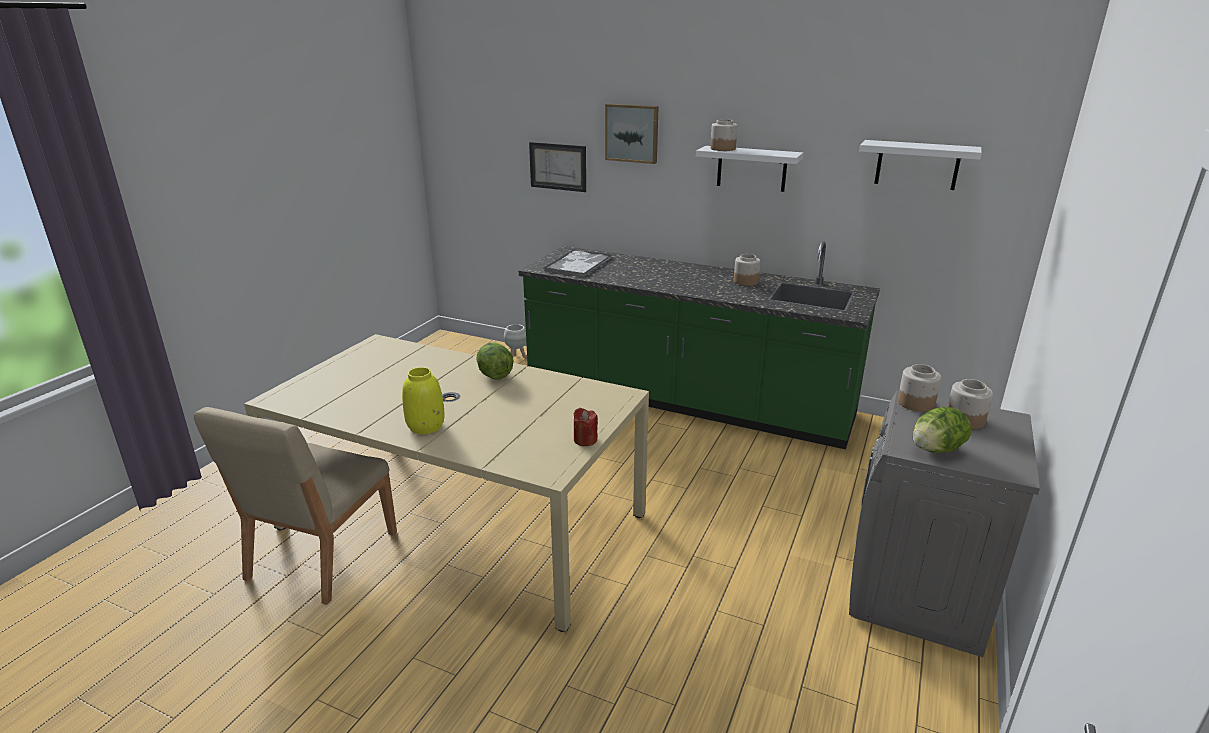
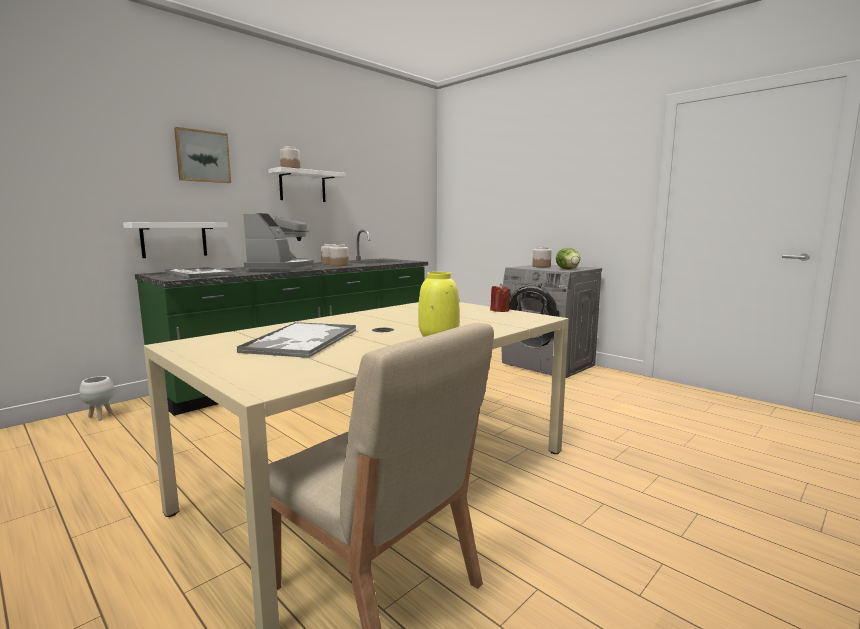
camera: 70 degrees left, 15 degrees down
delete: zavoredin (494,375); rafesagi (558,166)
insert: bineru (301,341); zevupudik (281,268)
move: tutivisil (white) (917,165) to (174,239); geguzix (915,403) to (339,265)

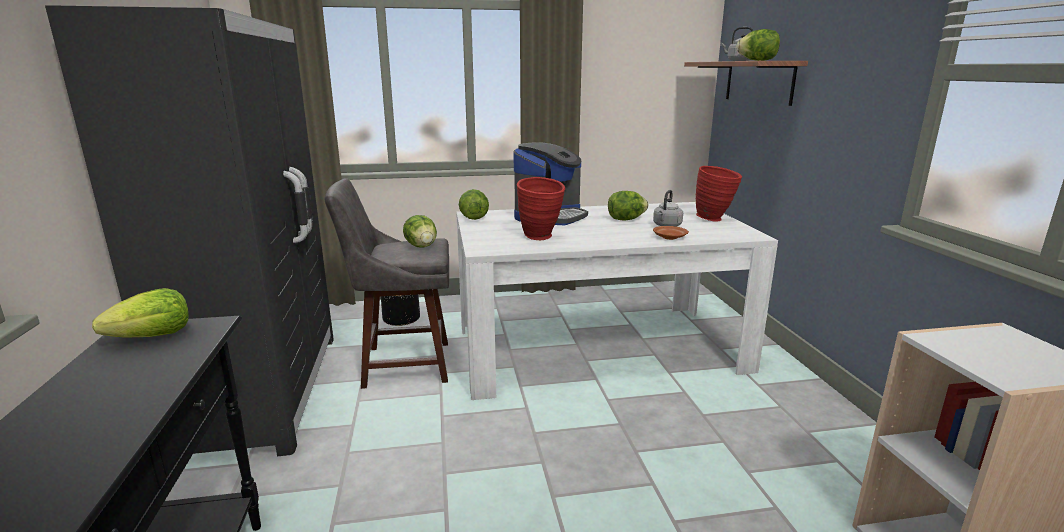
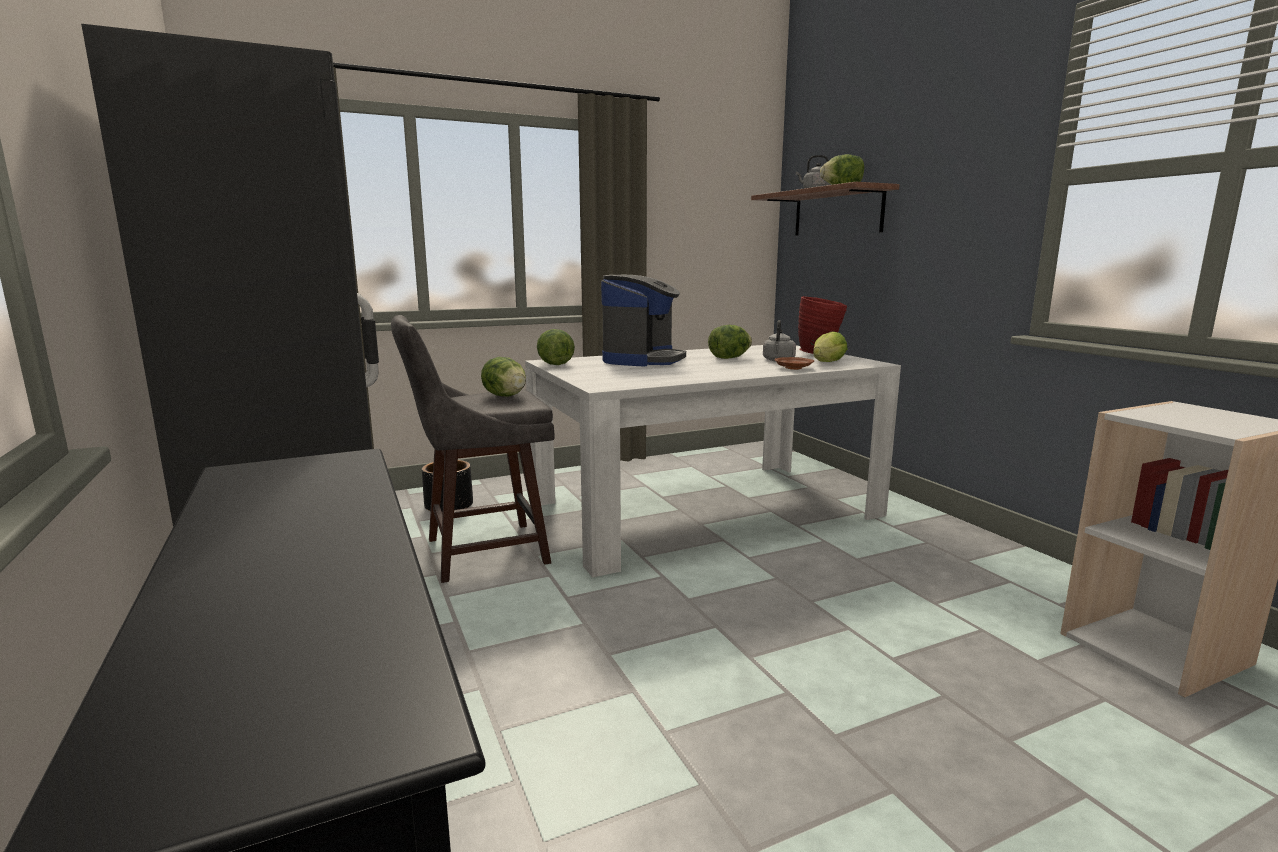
camera: 15 degrees left, 5 degrees down
delete: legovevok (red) (541,238)
move: zavoredin (153,337) to (827,362)

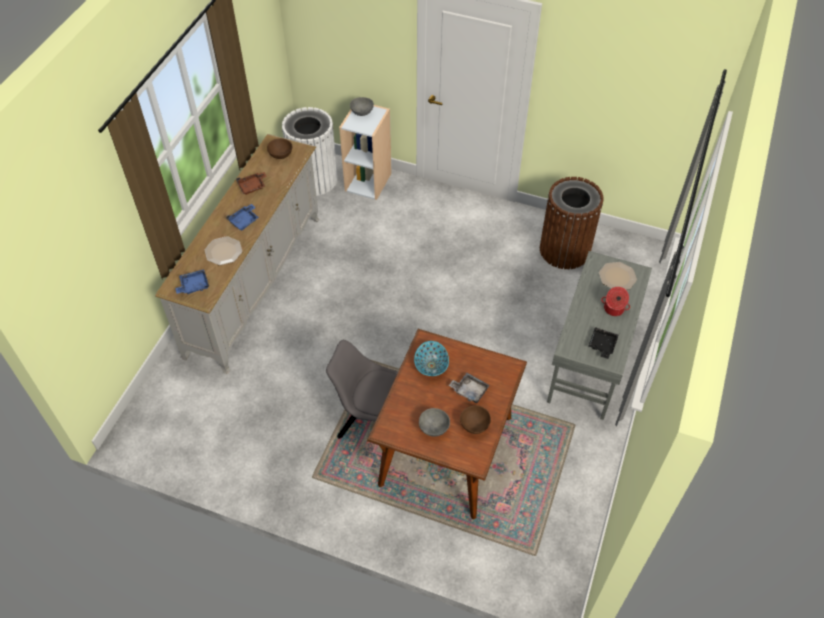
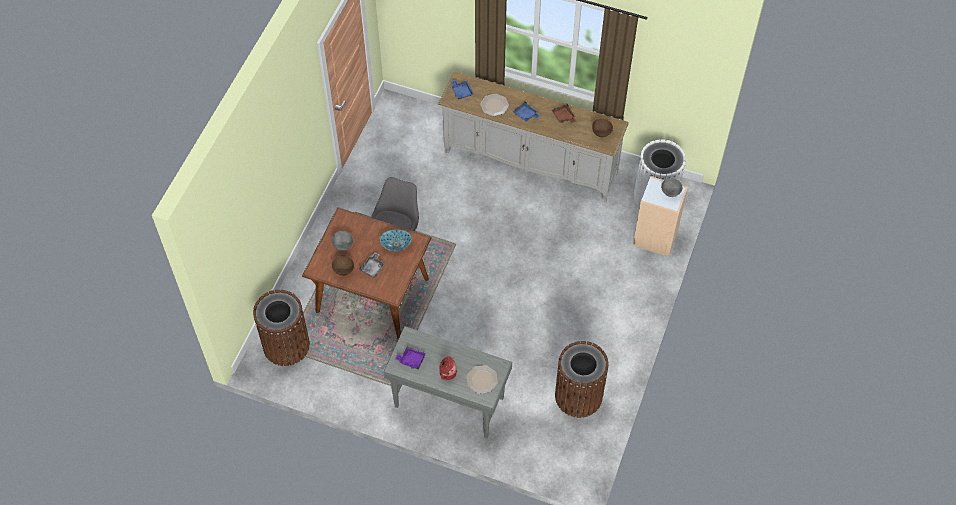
camera: 90 degrees right, 5 degrees up
insert: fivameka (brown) (286,345)
recolor: bineru (black) (602,345) to bineru (purple) (411,360)

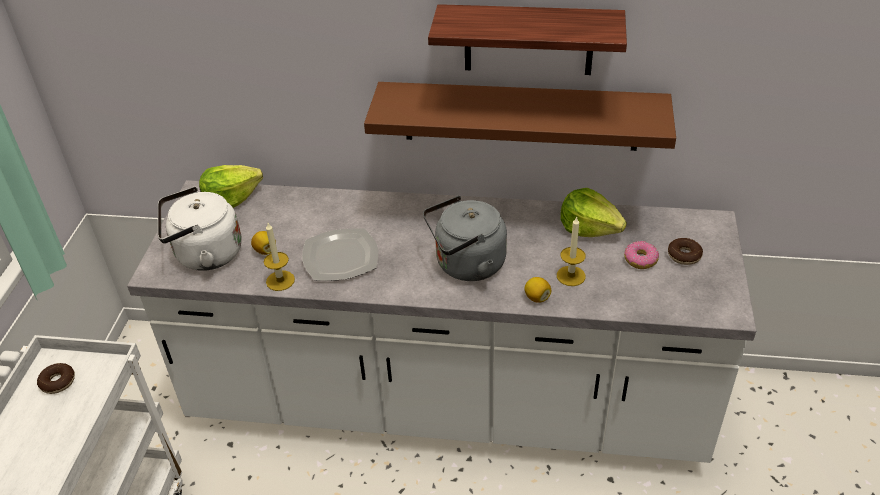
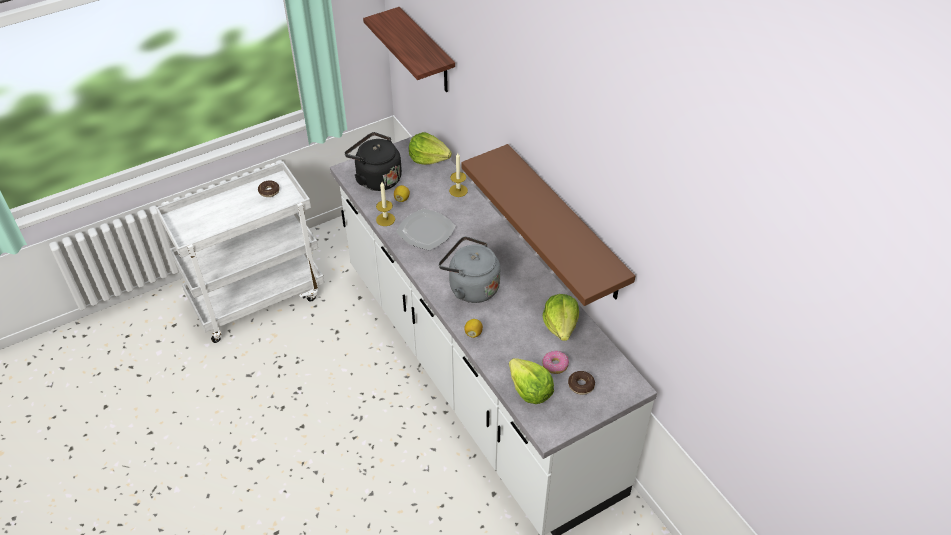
camera: 50 degrees right, 5 degrees up
insert: zavoredin (530,390)
move: tutivisil (528,40) to (427,52); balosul (571,276) to (458,190)
recolor: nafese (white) (204,255) to nafese (black) (376,178)

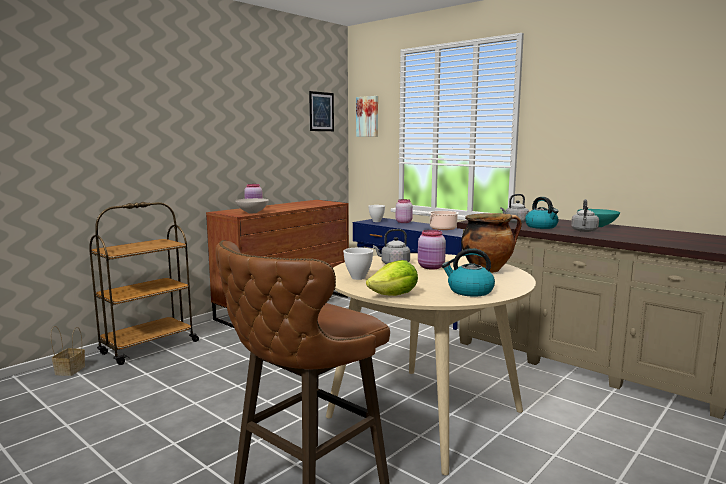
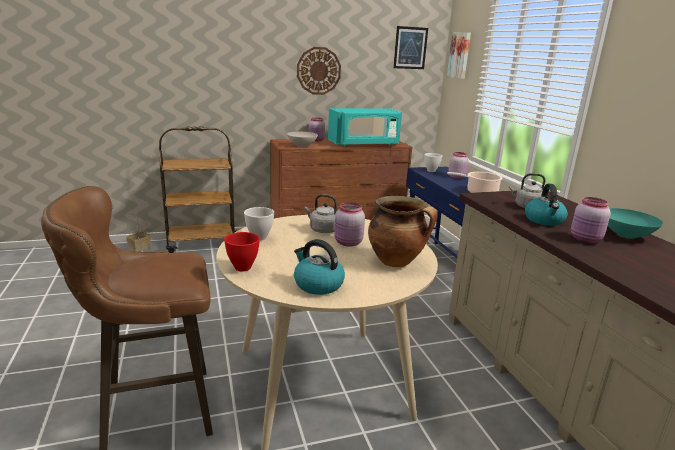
camera: 30 degrees right, 10 degrees up
insert: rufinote (318,71); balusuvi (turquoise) (364,144)
replace: zavoredin (394,295) to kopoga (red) (243,268); nafese (grey) (584,231) to geguzix (pink) (586,240)

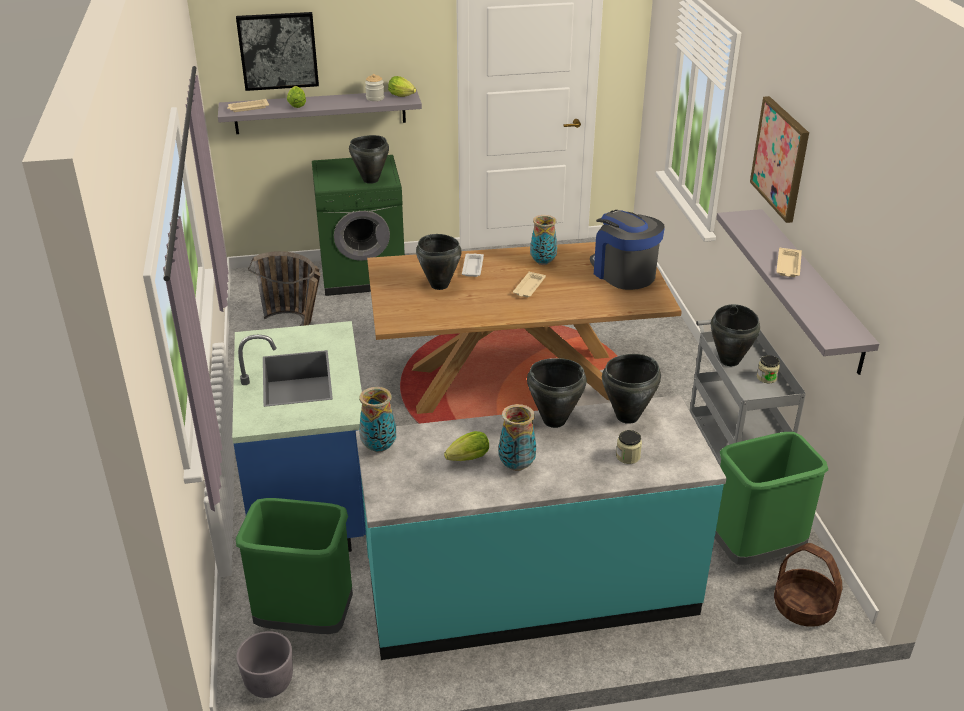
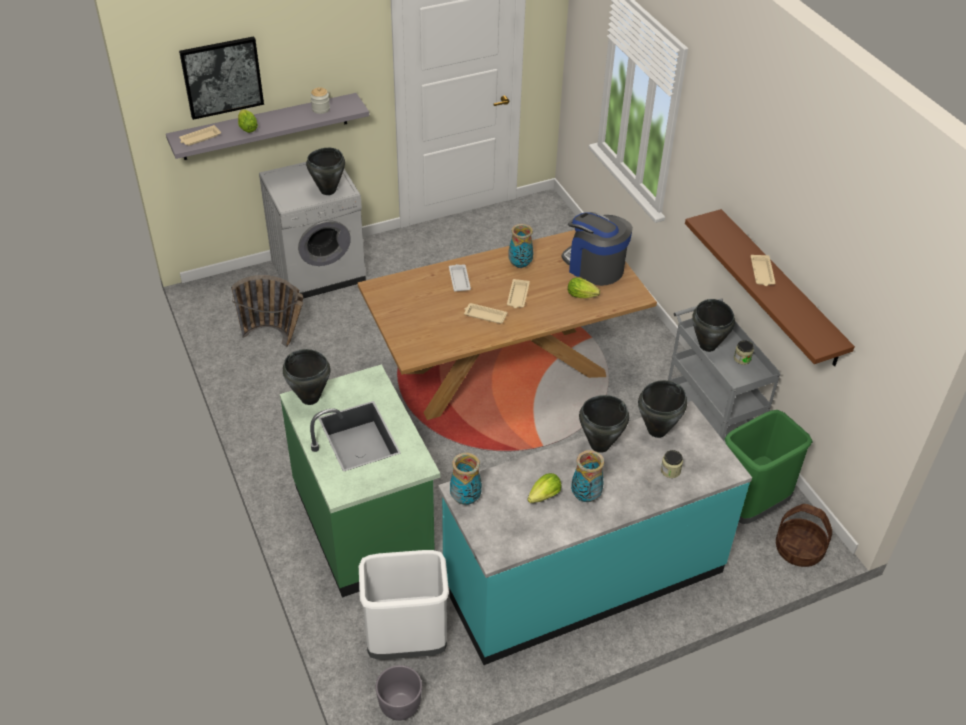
camera: 15 degrees left, 10 degrees up
delete: rafesagi (780,158)
insert: bineru (beige) (484,315)
move: zavoredin (403,96) to (583,296); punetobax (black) (439,285) to (310,398)
recolor: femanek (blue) (311,498) to femanek (green) (365,524); fivameka (green) (304,620) to fivameka (white) (406,642); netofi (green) (363,276) to netofi (white) (319,273); tutivisil (grey) (810,289) to tutivisil (brown) (779,288)

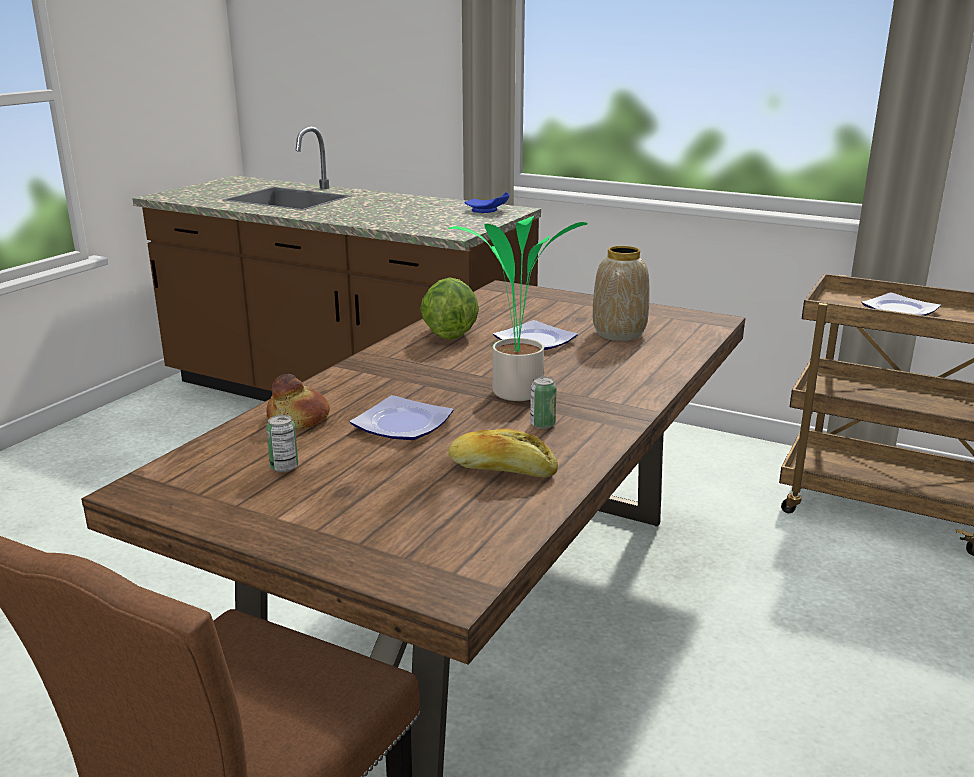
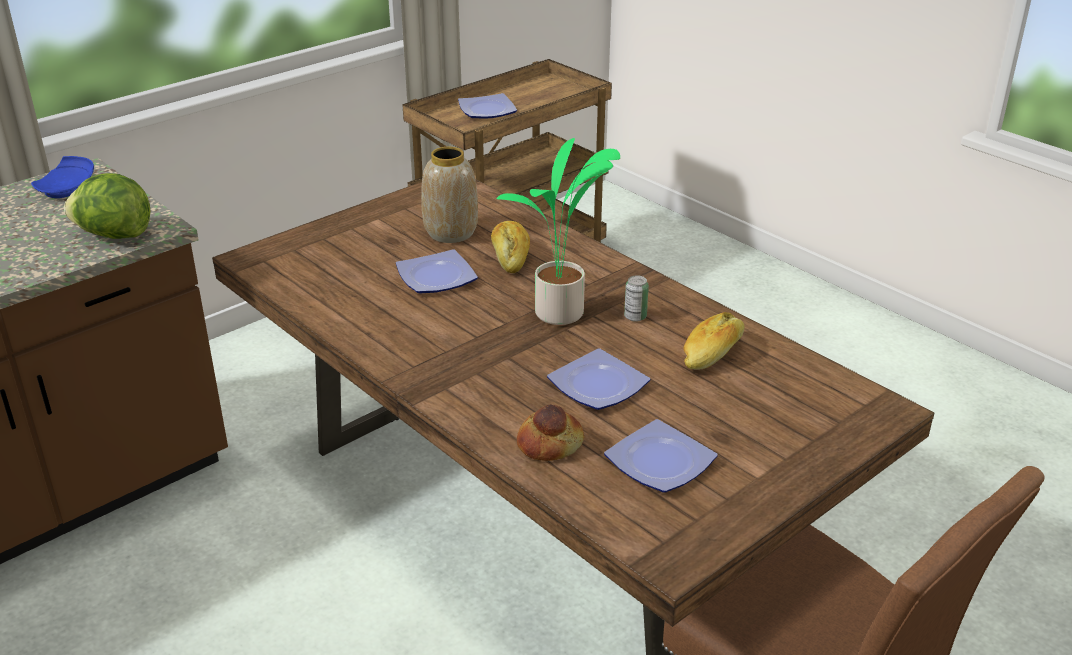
camera: 70 degrees left, 10 degrees up
insert: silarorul (510,256)
move: zavoredin (449,334) to (114,235)
replace: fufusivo (284,467) to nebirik (660,464)

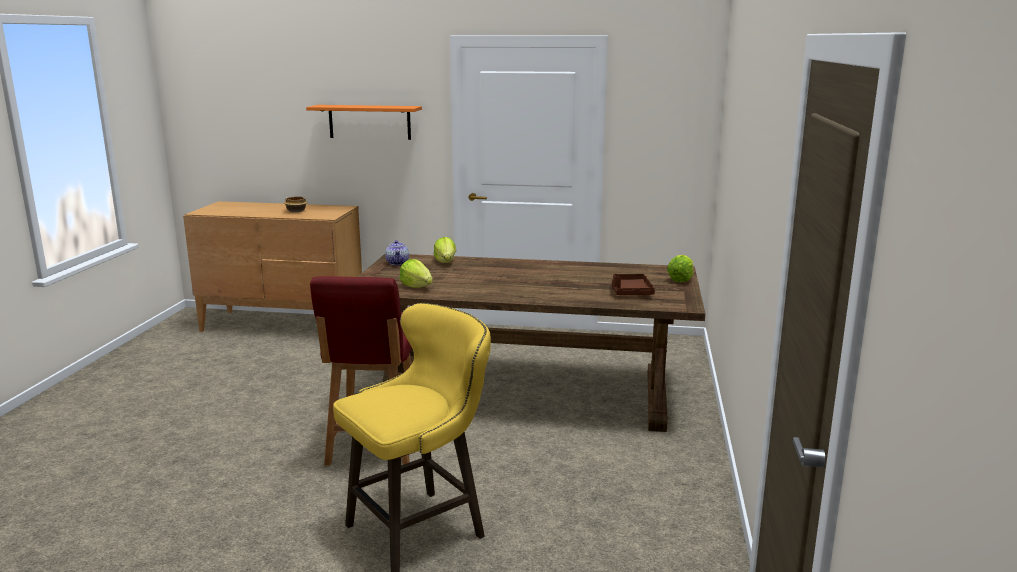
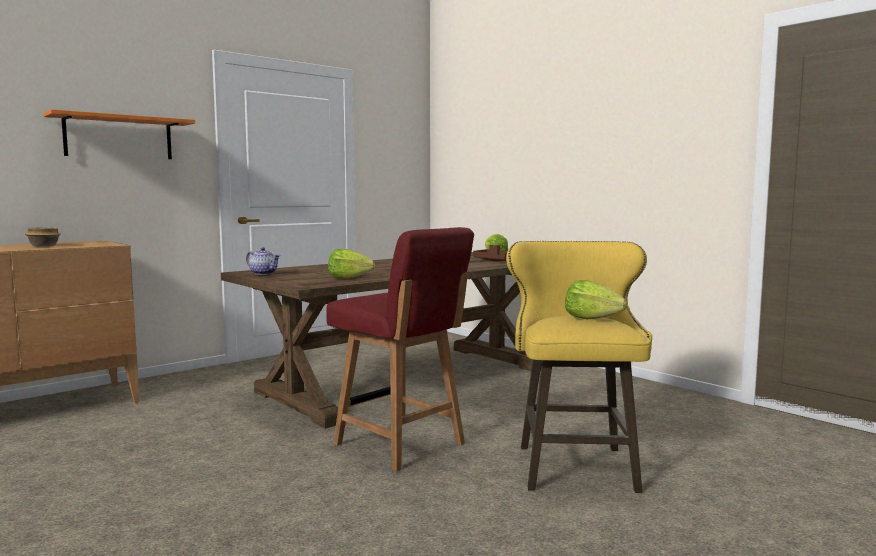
camera: 50 degrees left, 10 degrees down
move: zavoredin (445,262) to (591,318)

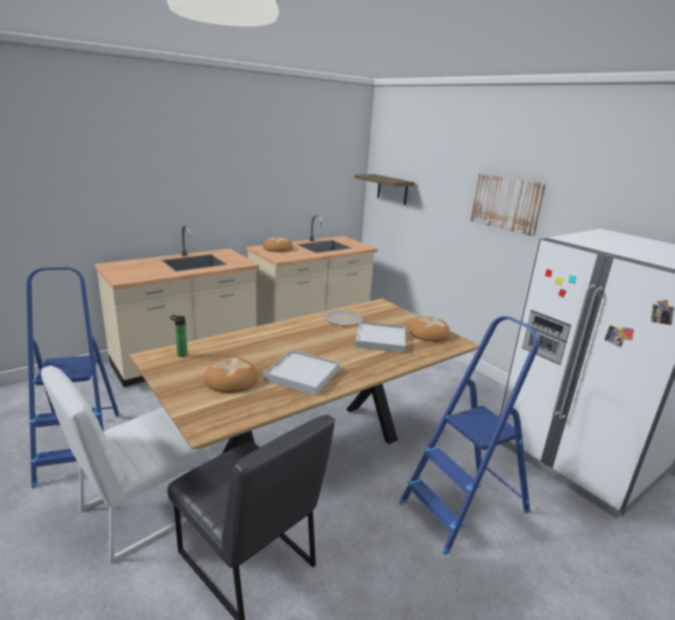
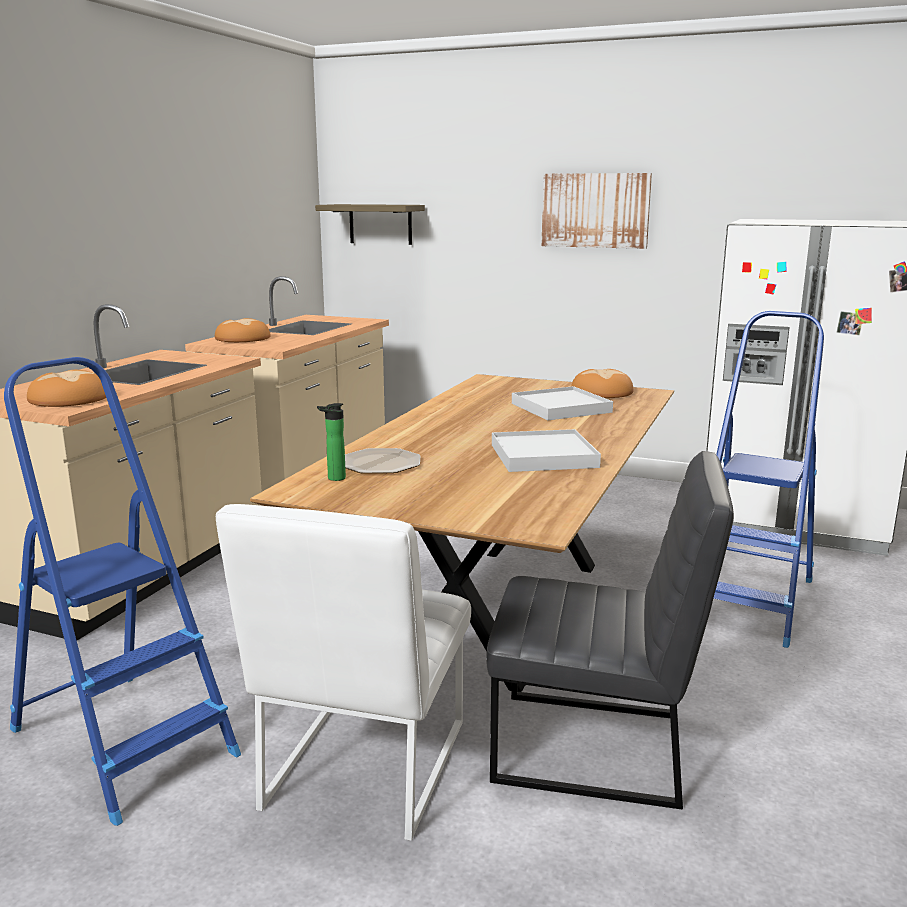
camera: 30 degrees left, 5 degrees down
move: silarorul (232,380) to (70,399); nebirik (343,318) to (379,463)

